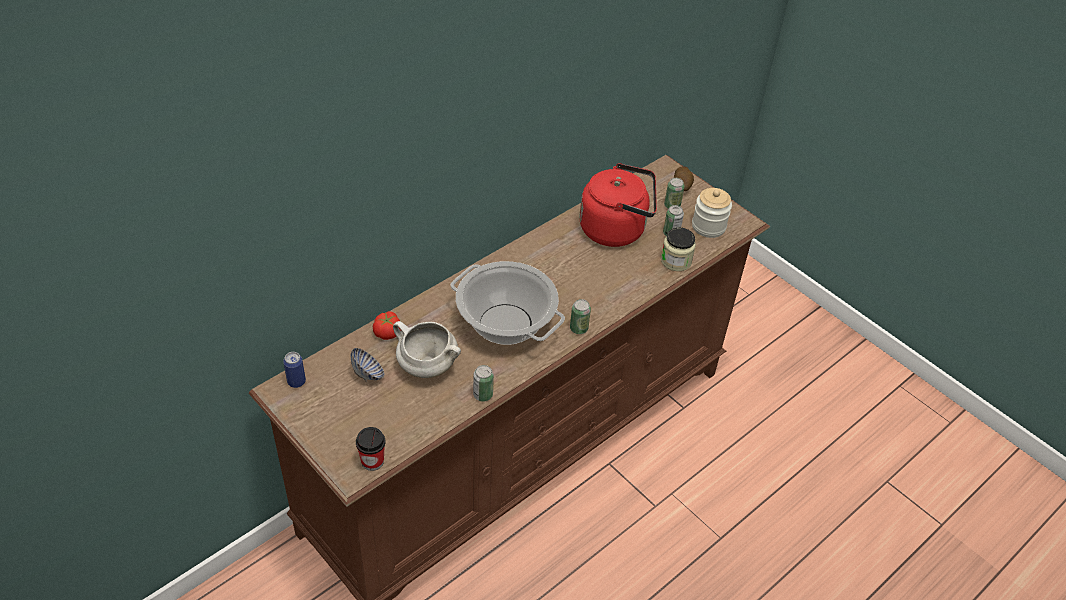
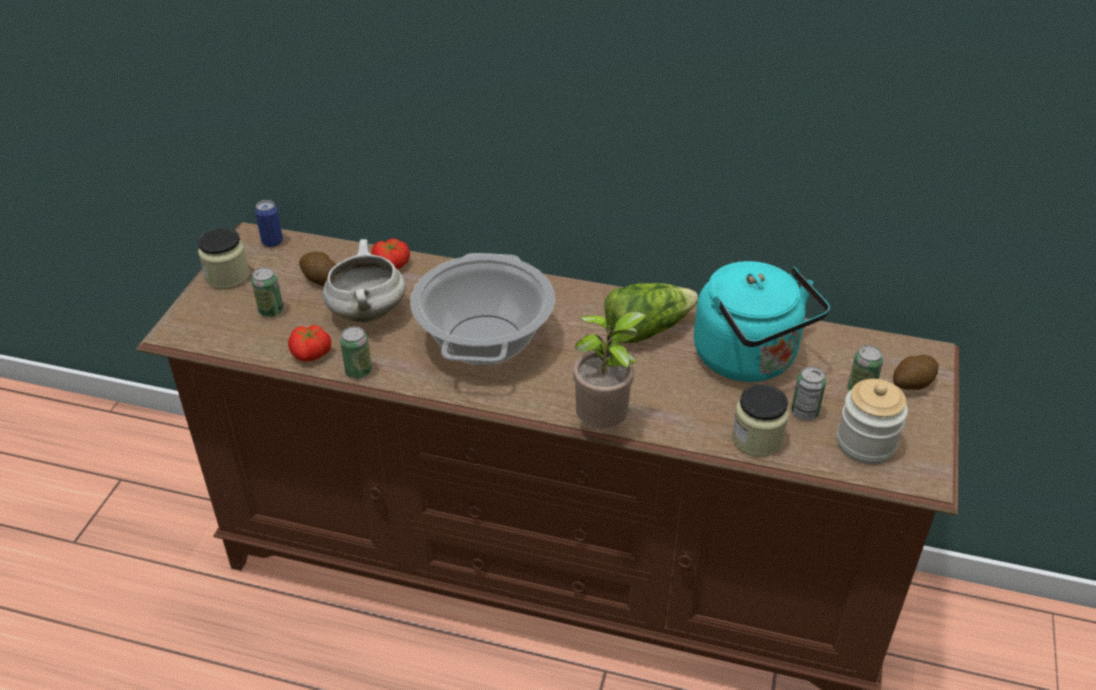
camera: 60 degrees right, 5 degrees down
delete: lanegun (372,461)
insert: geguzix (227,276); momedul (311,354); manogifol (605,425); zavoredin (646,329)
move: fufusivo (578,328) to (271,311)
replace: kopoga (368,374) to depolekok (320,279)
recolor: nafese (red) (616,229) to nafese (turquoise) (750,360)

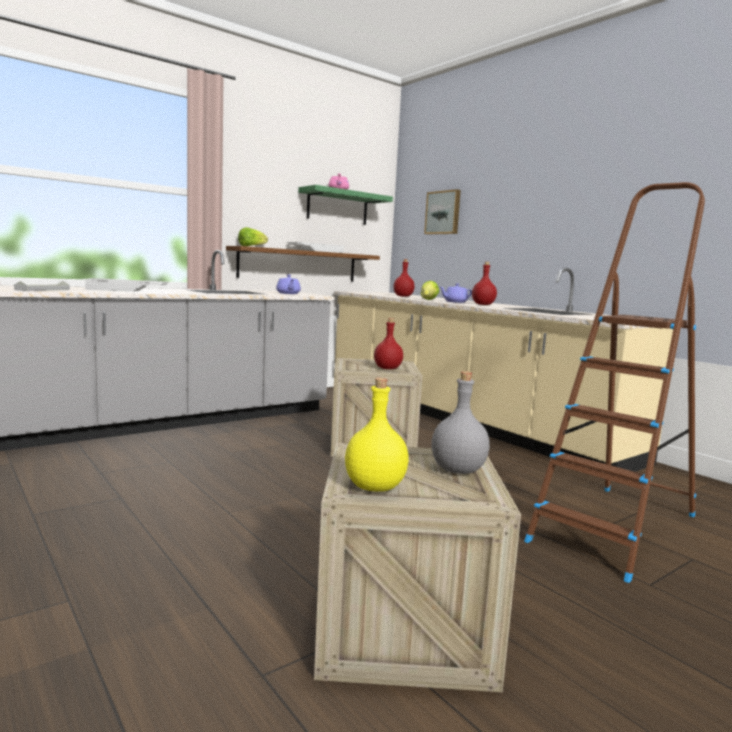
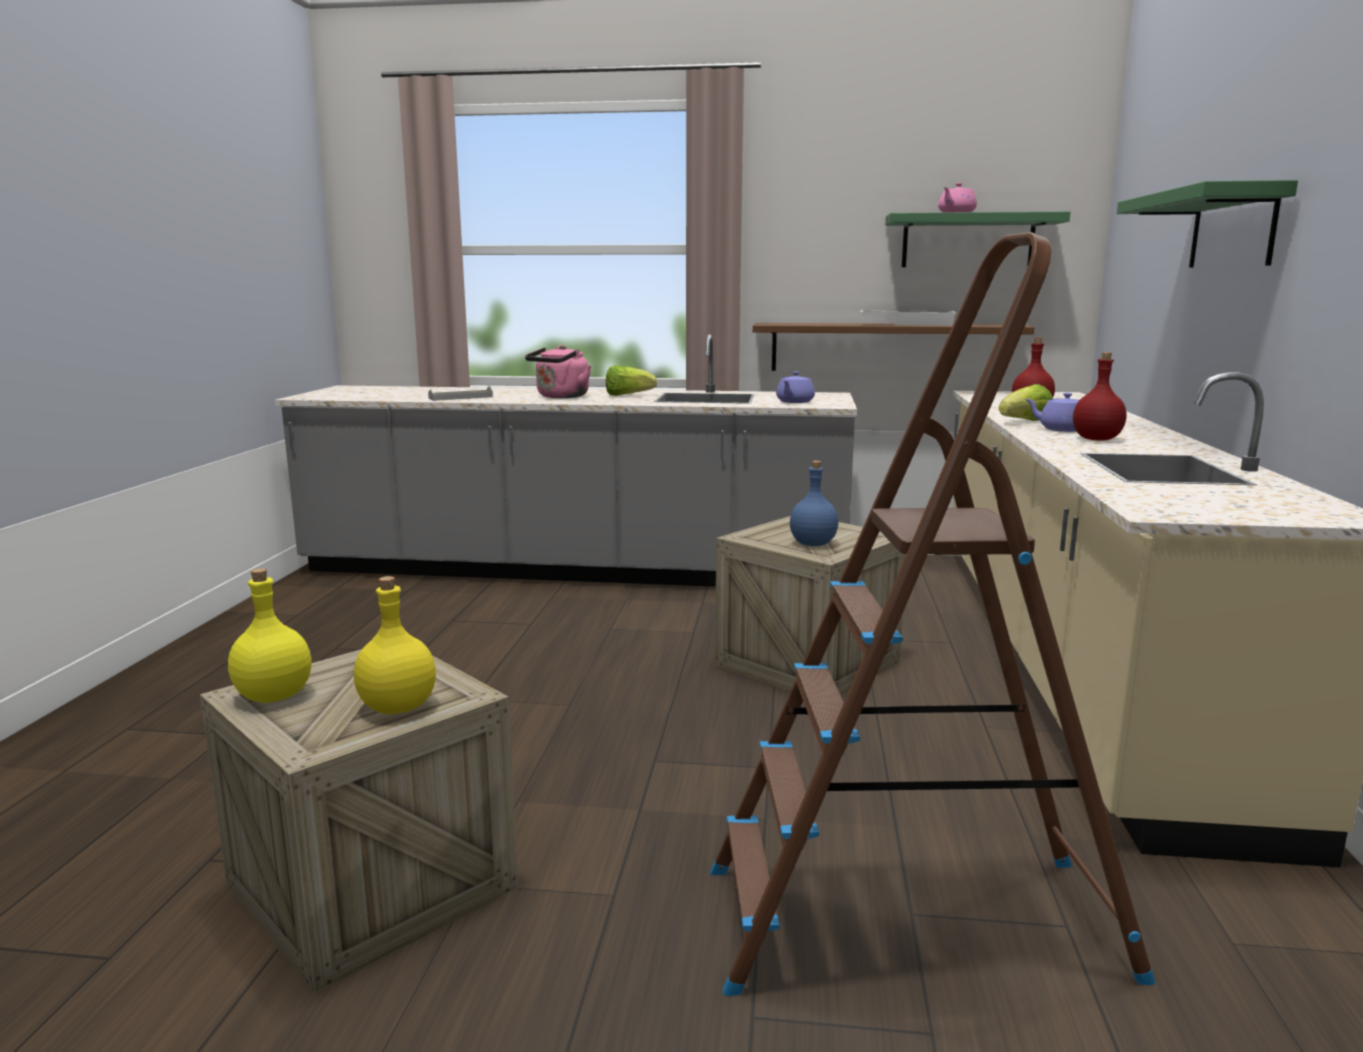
camera: 45 degrees right, 5 degrees up
delete: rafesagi (443,212)
insert: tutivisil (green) (1232,229)
move: zavoredin (251,247) to (627,395)
replace: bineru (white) (126,290) to nafese (pink) (560,397)
recolor: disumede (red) (388,368) to disumede (blue) (814,544); disumede (grey) (457,470) to disumede (yellow) (396,707)

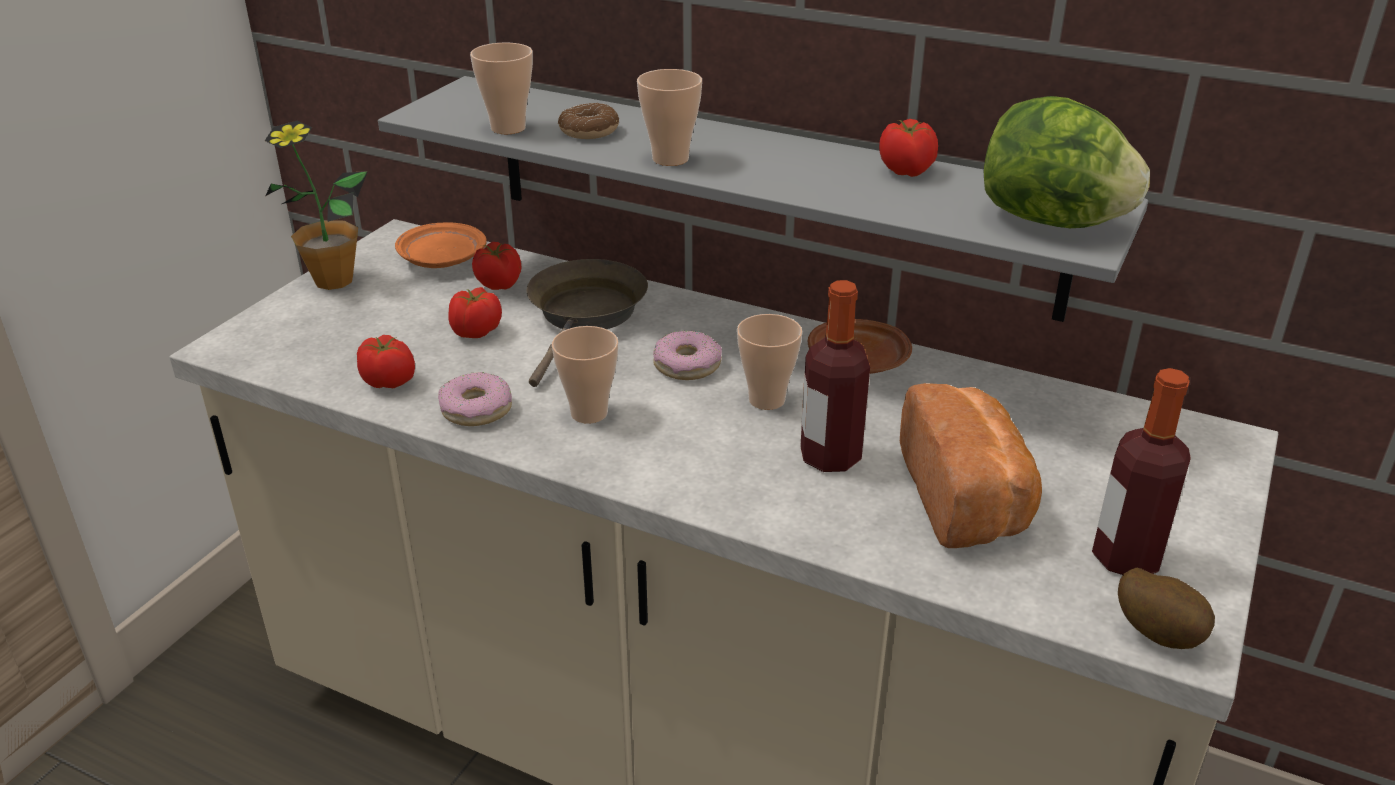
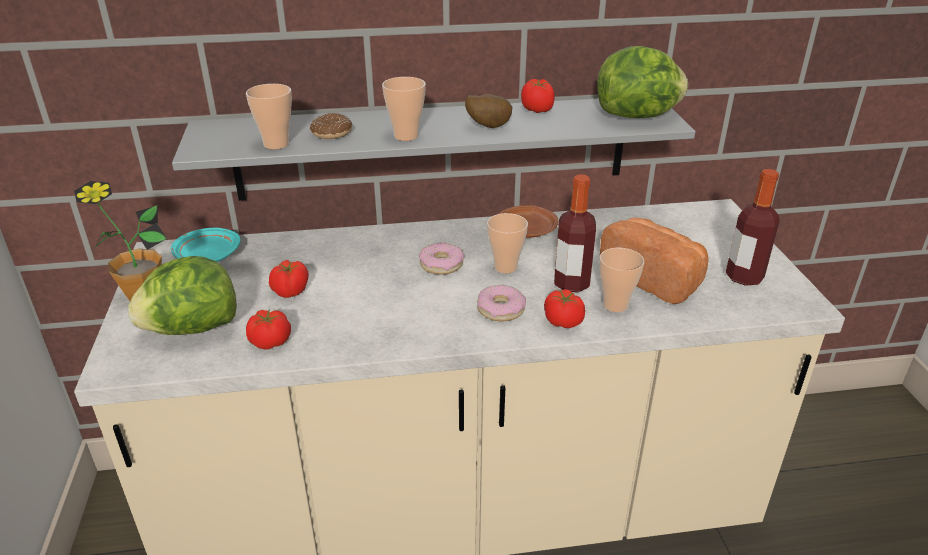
camera: 35 degrees left, 0 degrees up
delete: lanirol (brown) (585,316)
insert: zavoredin (192,329)
move: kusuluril (476,409) to (501,309); momedul (499,284) to (563,322); lanegun (589,413) to (615,305); depolekok (1158,634) to (488,126)
recolor: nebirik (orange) (441,259) to nebirik (turquoise) (207,256)

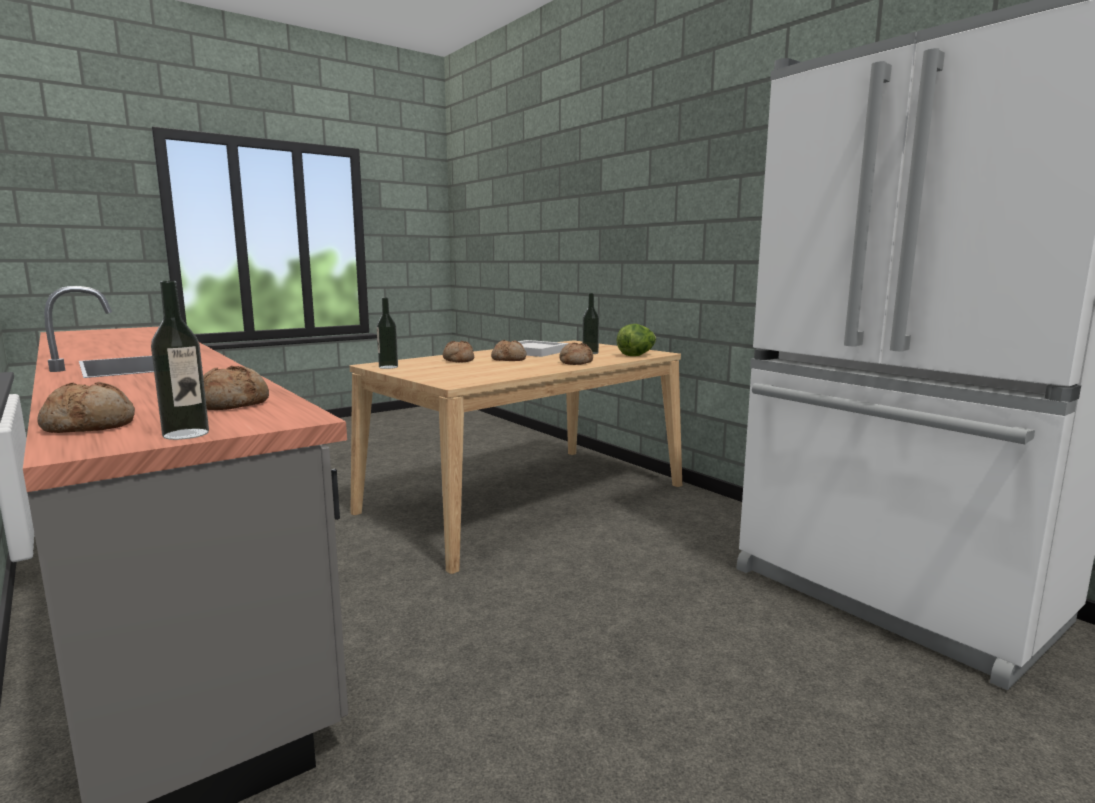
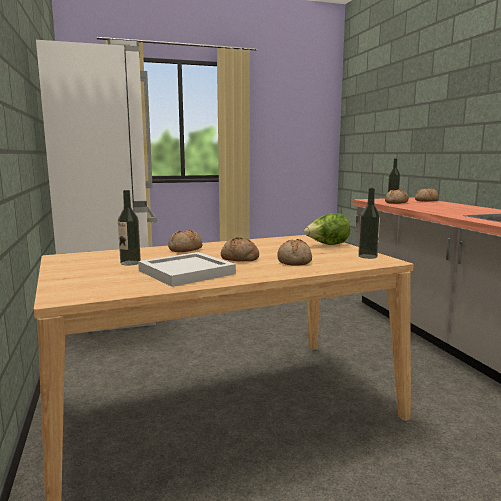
camera: 160 degrees left, 0 degrees up
move: zavoredin (636,355) to (327,245)

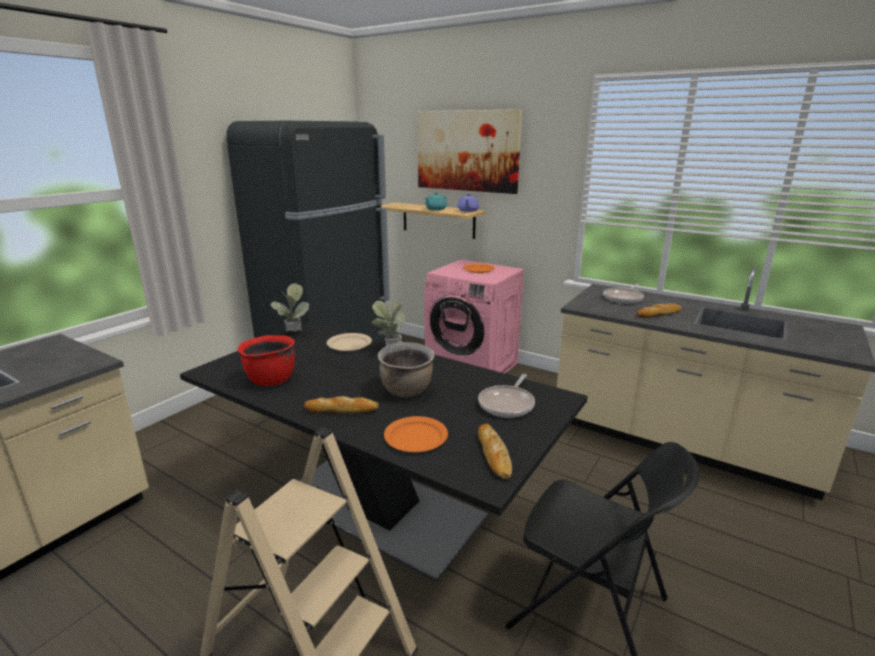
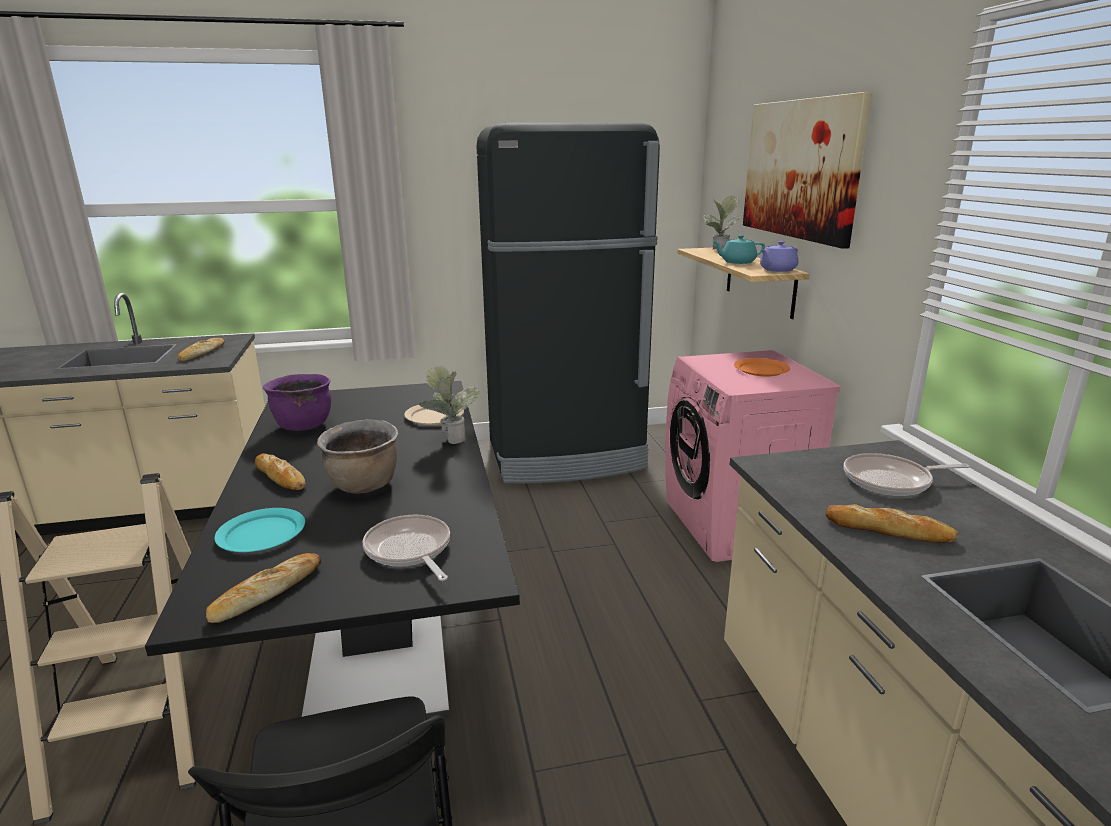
camera: 45 degrees right, 0 degrees up
insert: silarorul (202,353)
move: manogifol (293,334) to (718,251)
recolor: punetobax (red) (270,380) to punetobax (purple) (303,425); nebirik (orange) (416,437) to nebirik (turquoise) (261,534)
rotate: lanirol (507,404) = (409,550) 75 degrees clockwise

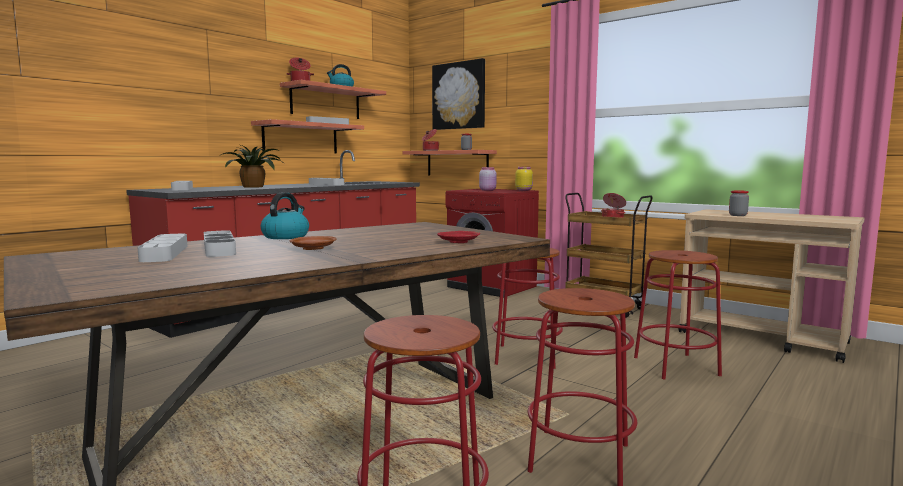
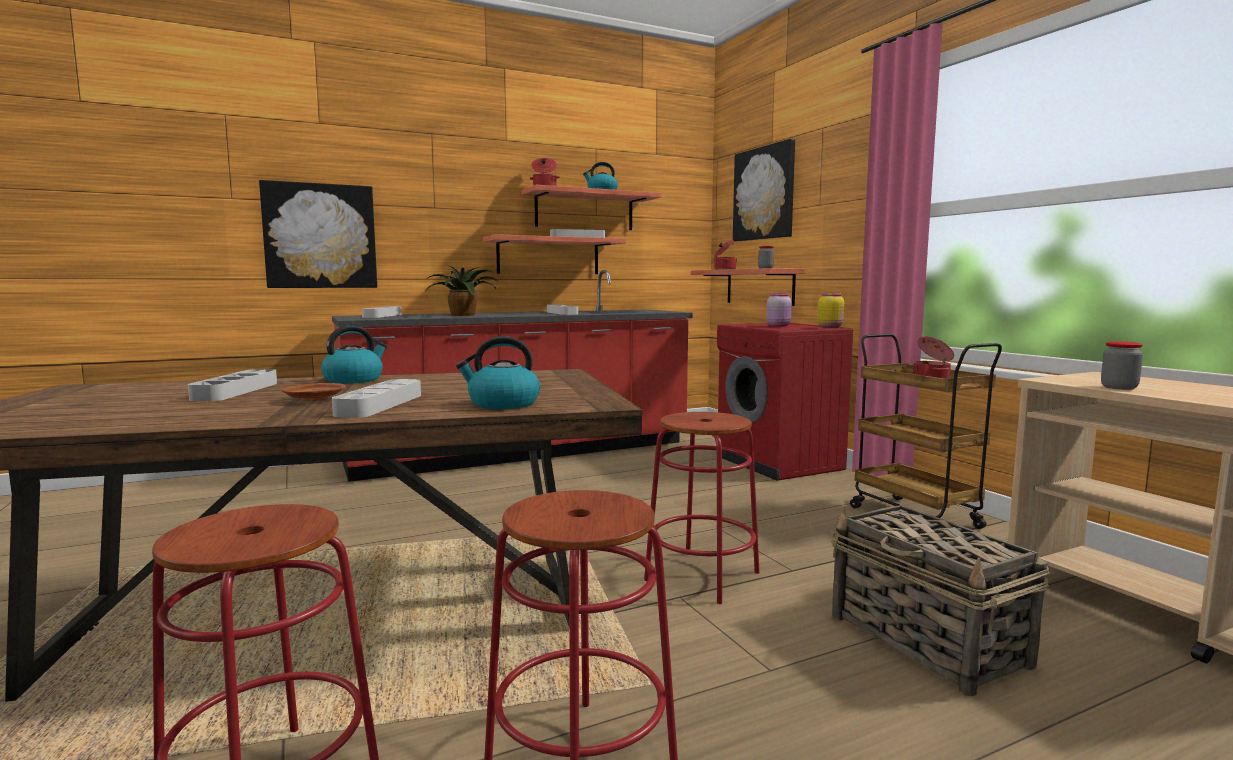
camera: 25 degrees right, 0 degrees up
insert: rafesagi (320,236)
move: bineru (grey) (165,253) to (380,405)
replace: nebirik (red) (459,242) to nafese (502,404); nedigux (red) (676,366) to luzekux (928,641)

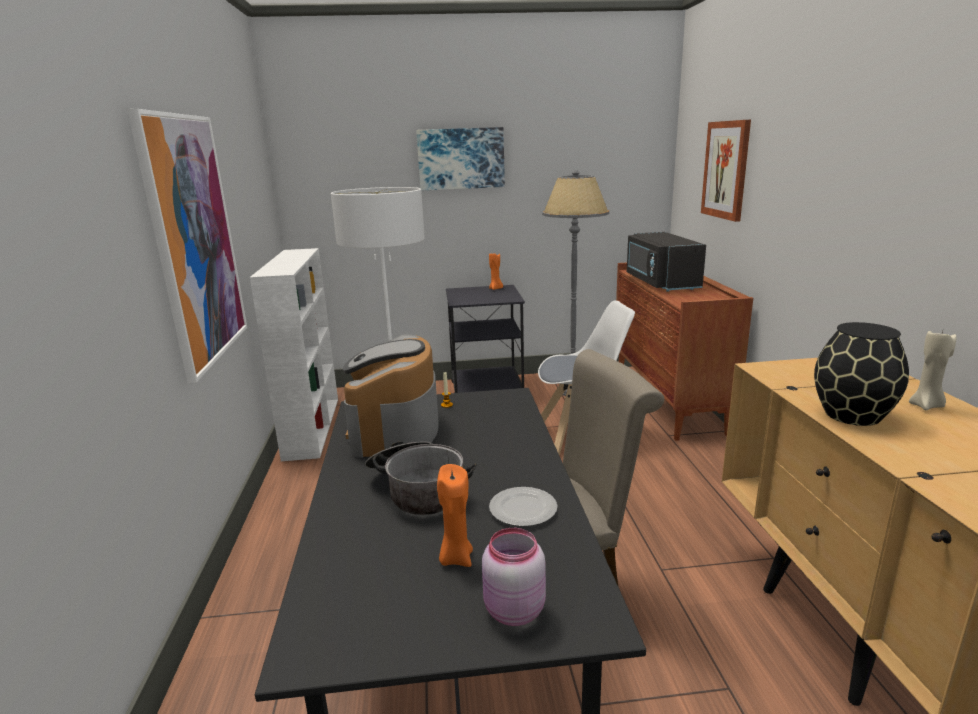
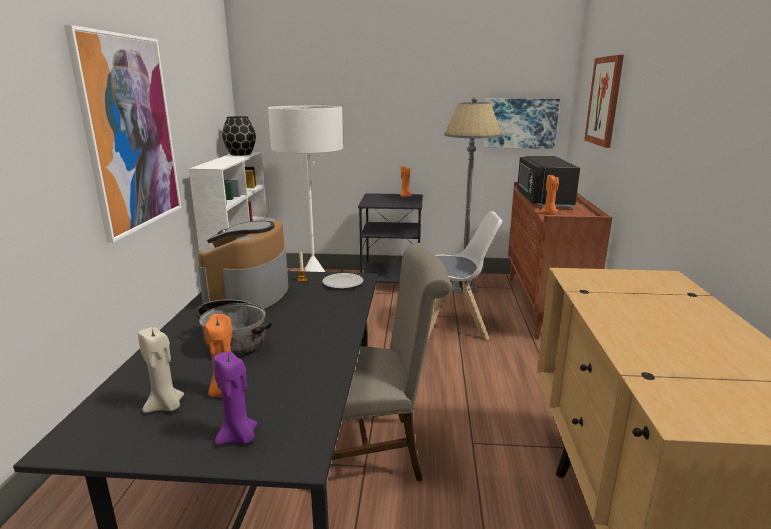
camera: 10 degrees right, 0 degrees up
insert: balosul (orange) (549,214)
move: rafesagi (461,158) to (519,123); nebirik (523,509) to (343,283); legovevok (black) (850,415) to (240,154); balosul (beige) (926,406) to (166,406)
replace: geguzix (pink) (512,611) to balosul (purple) (239,438)

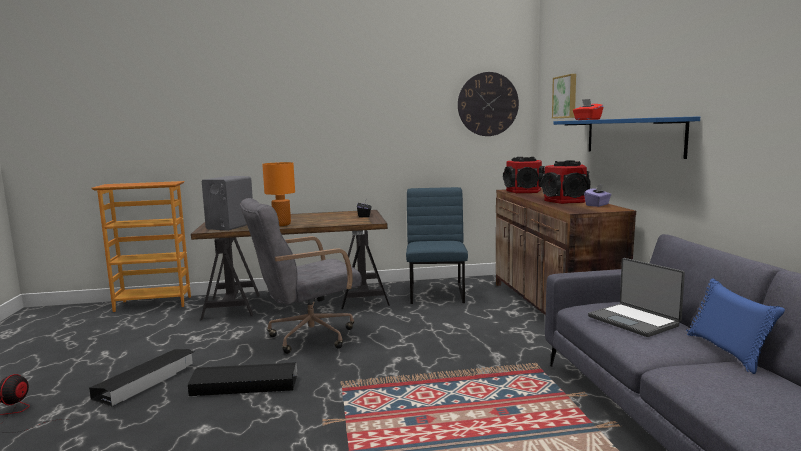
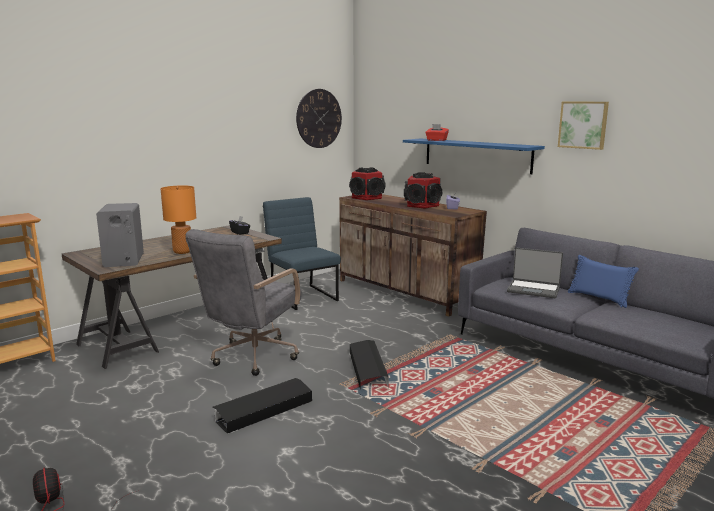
camera: 35 degrees left, 5 degrees up
move: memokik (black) (147,381) to (368,369); rafesagi (565,97) to (583,125)

